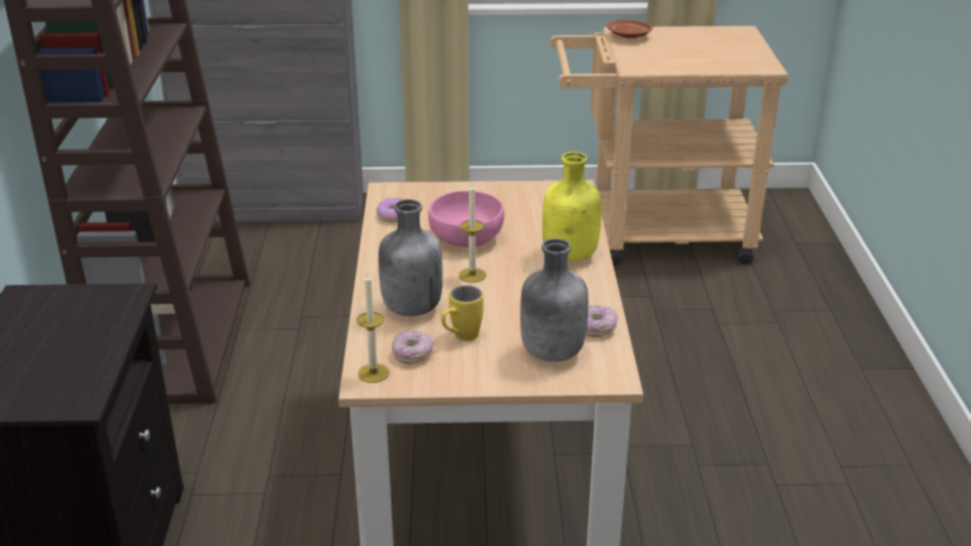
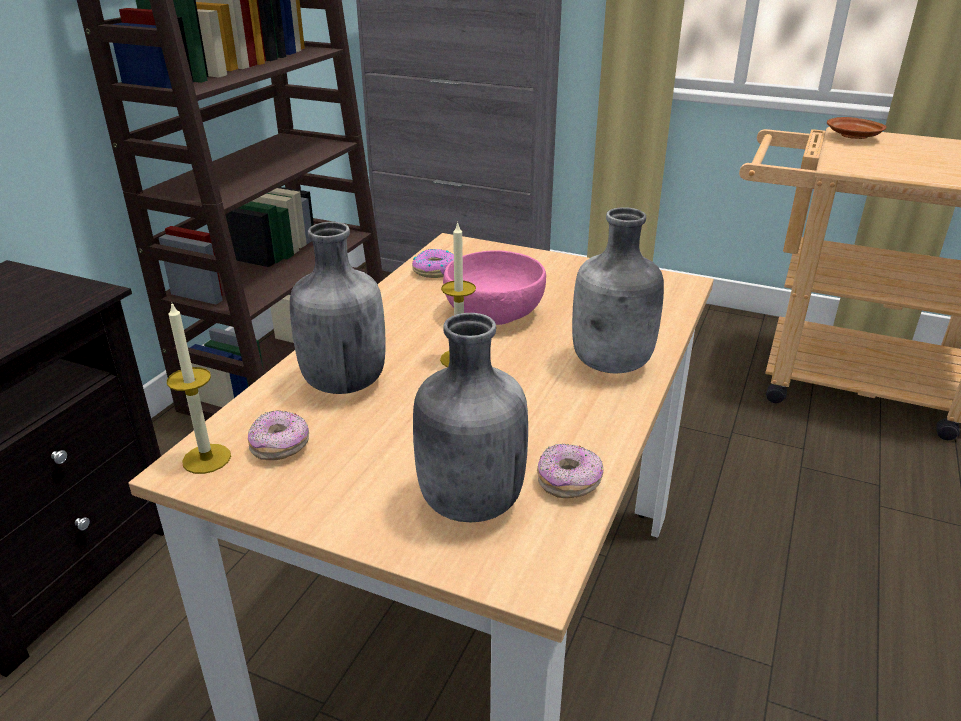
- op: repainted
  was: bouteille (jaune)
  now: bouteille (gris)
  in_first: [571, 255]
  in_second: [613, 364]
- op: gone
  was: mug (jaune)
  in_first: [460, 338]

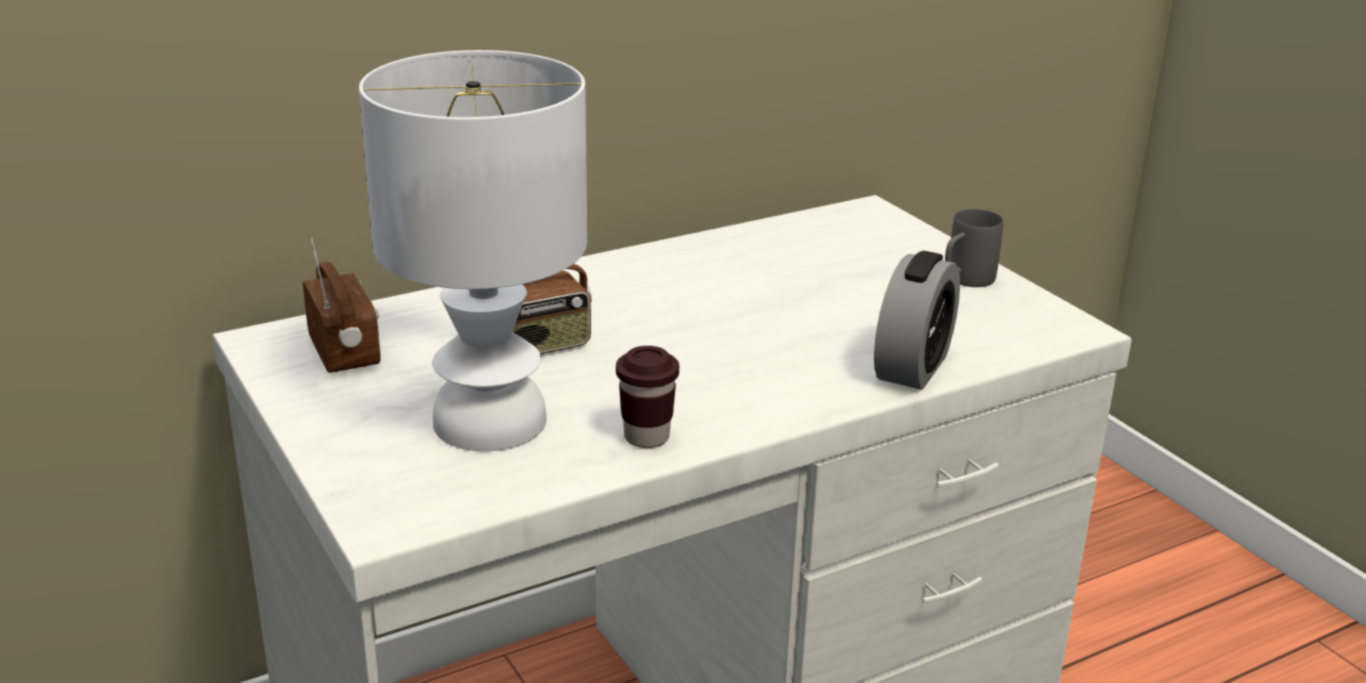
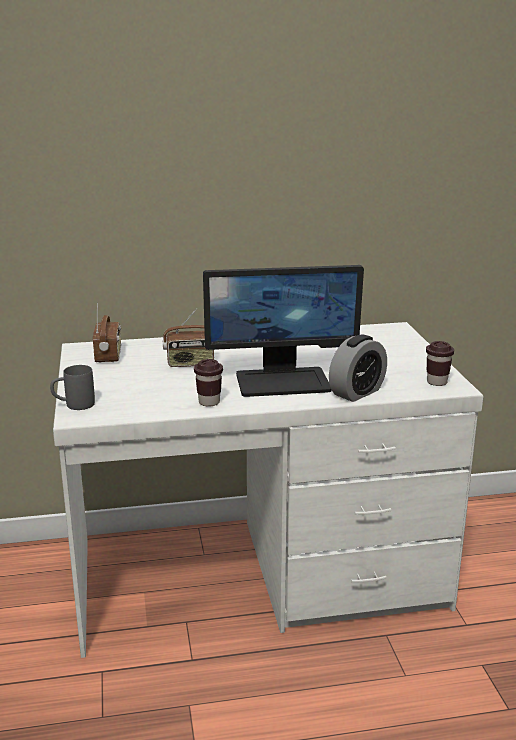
- op: shifted
  was: mug (gris)
  in_first: [964, 281]
  in_second: [73, 405]
- op: new
  now: écran d'ordinateur
  in_second: [283, 381]
- op: new
  now: tasse (marron)
  in_second: [437, 382]
- op: gone
  was: lampe de table (blanc)
  in_first: [491, 423]

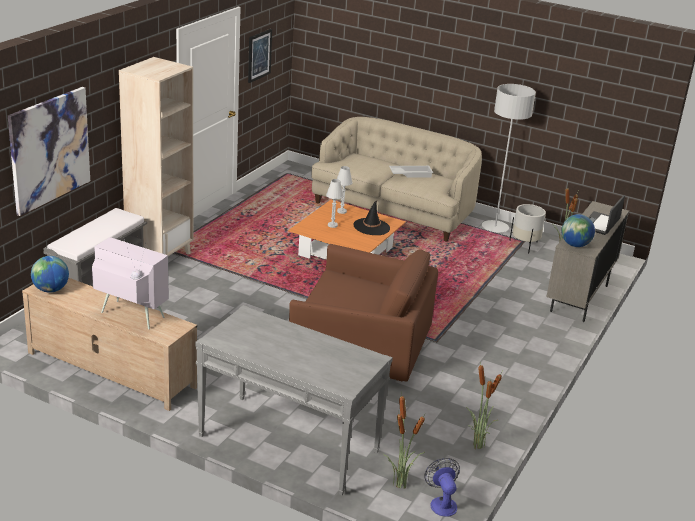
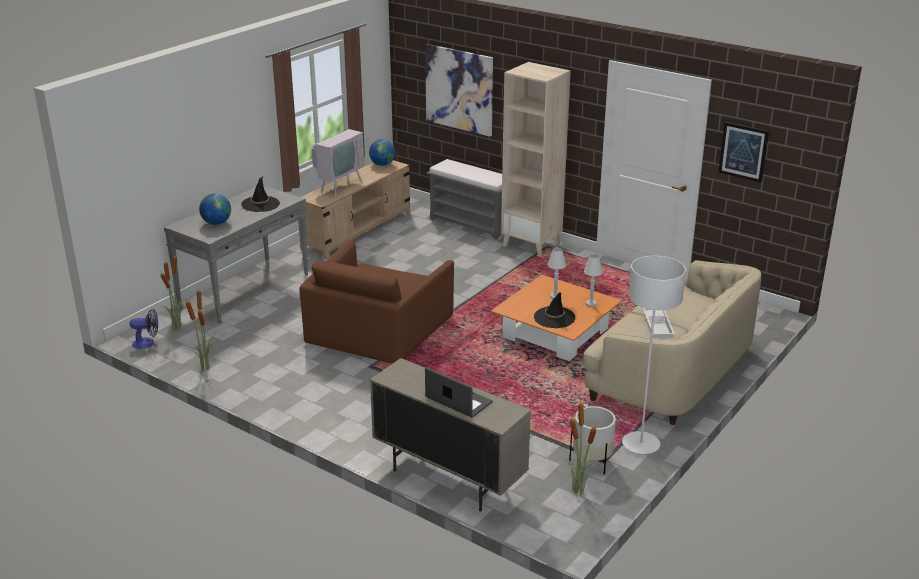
- op: shifted
  was: globe
  in_first: [575, 245]
  in_second: [216, 223]
- op: new
  now: chapeau (noir)
  in_second: [260, 204]

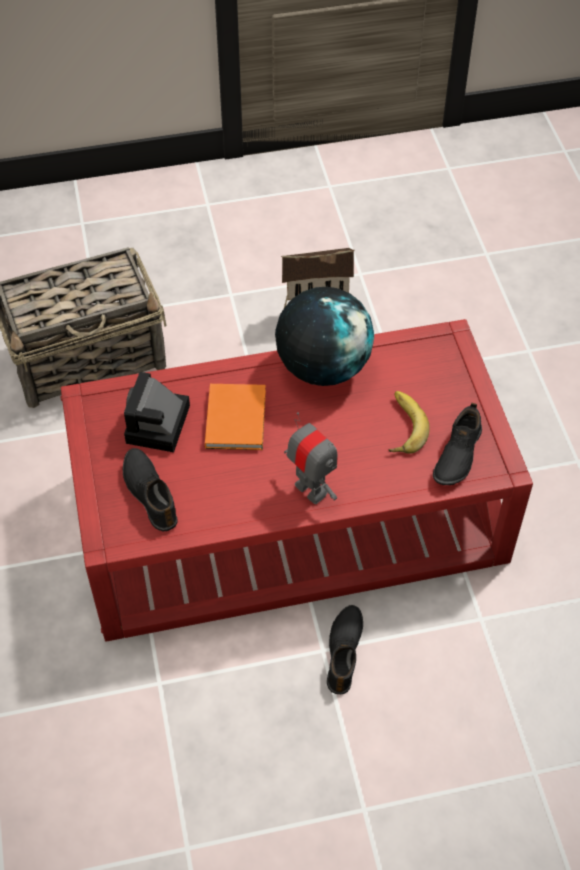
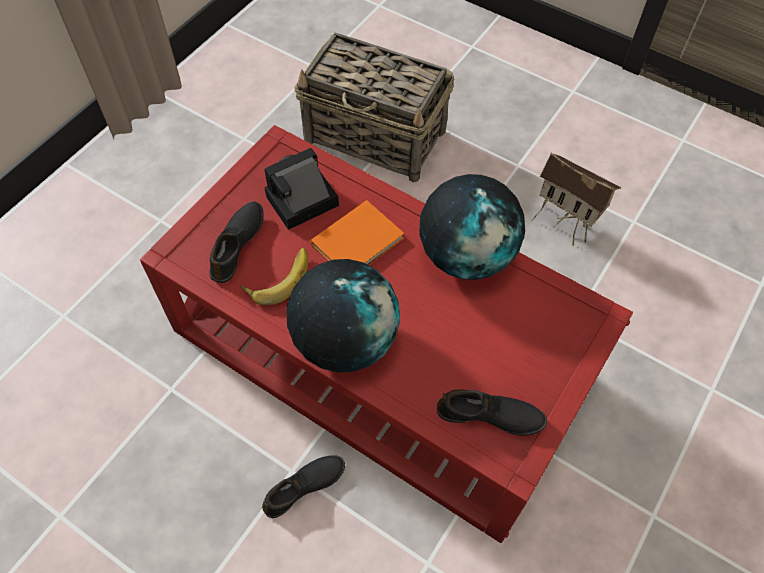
- op: shifted
  was: banane
  in_first: [401, 426]
  in_second: [278, 277]
- op: swapped
  was: robot jouet
  now: globe
  in_first: [311, 489]
  in_second: [344, 341]
- op: rotated
  was: chaussure (noir)
  in_first: [457, 454]
  in_second: [489, 416]
  clockwise: -150

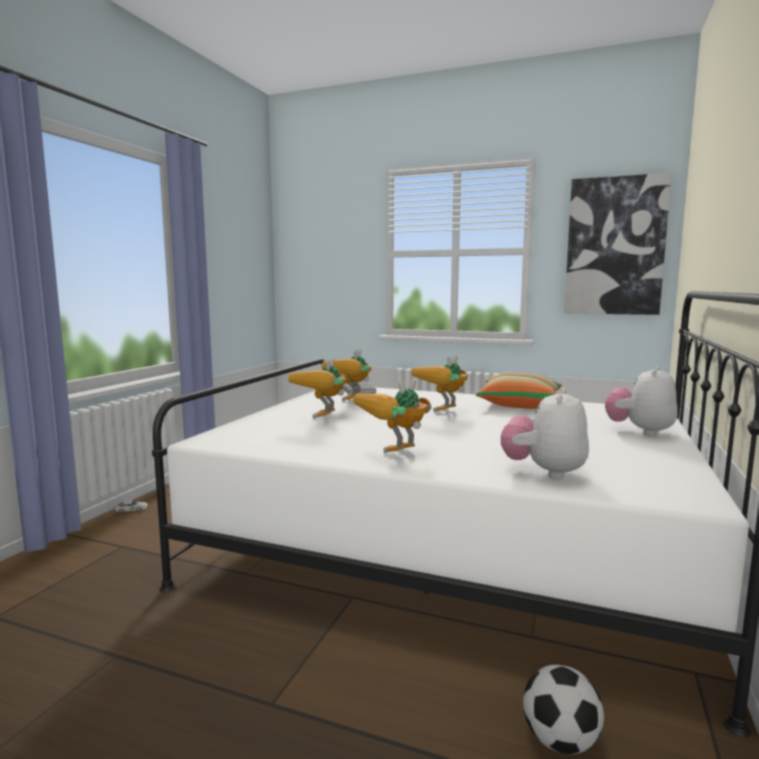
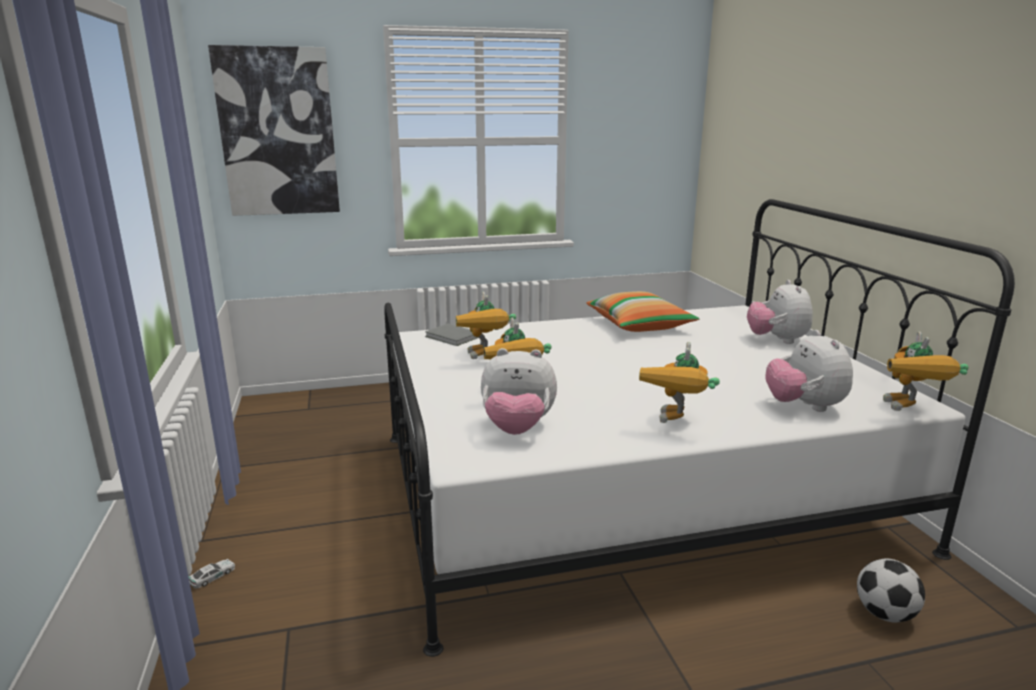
- op: shifted
  was: tableau
  in_first: [614, 246]
  in_second: [278, 132]
- op: new
  now: peluche
  in_second: [517, 429]
- op: shifted
  was: robot jouet
  in_first: [443, 413]
  in_second: [910, 410]

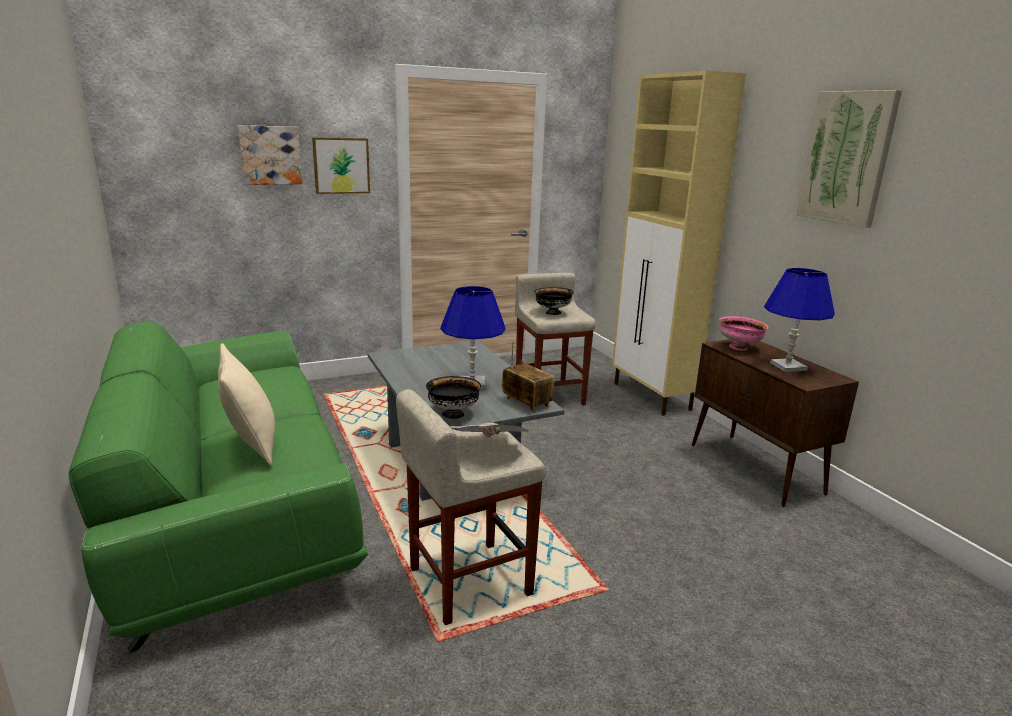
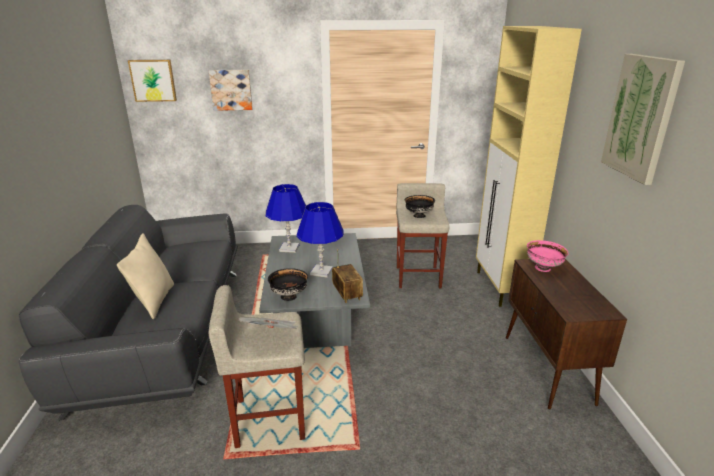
- op: repainted
  was: canapé (vert)
  now: canapé (gris)
  in_first: [232, 505]
  in_second: [164, 331]
- op: shifted
  was: tableau
  in_first: [341, 165]
  in_second: [153, 80]
- op: shifted
  was: lampe de table (bleu)
  in_first: [788, 366]
  in_second: [289, 248]

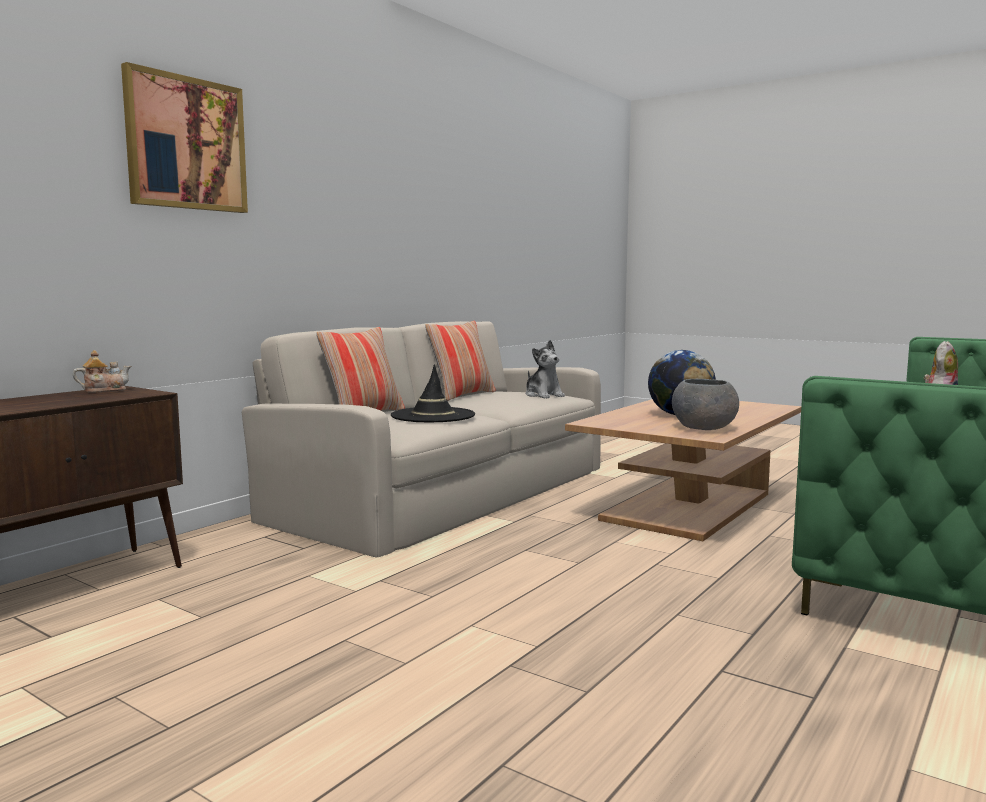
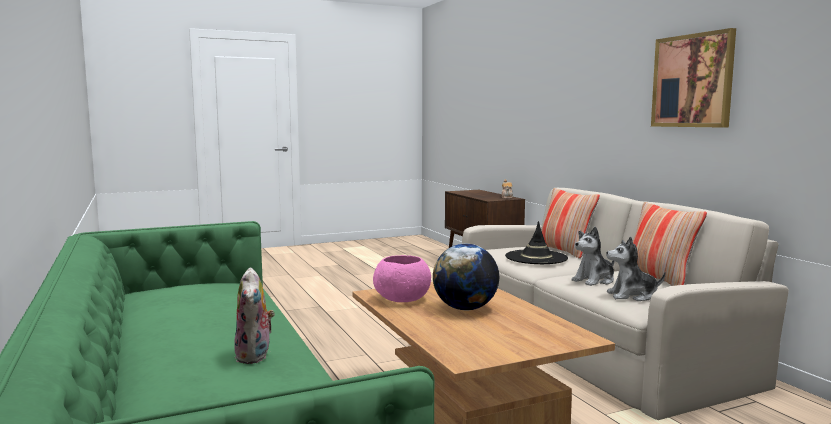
- op: repainted
  was: bol (gris)
  now: bol (rose)
  in_first: [704, 428]
  in_second: [401, 299]
- op: new
  now: peluche
  in_second: [594, 280]
- op: shifted
  was: tableau
  in_first: [186, 144]
  in_second: [692, 81]

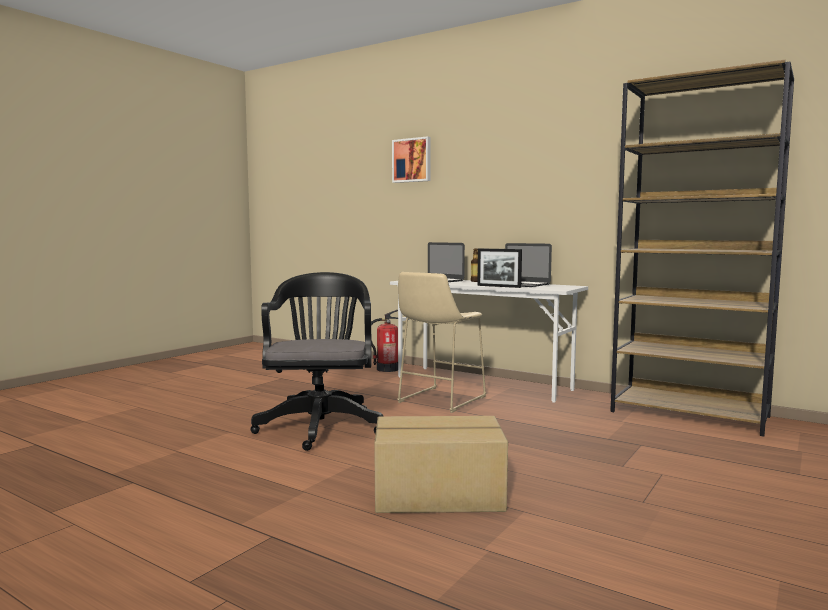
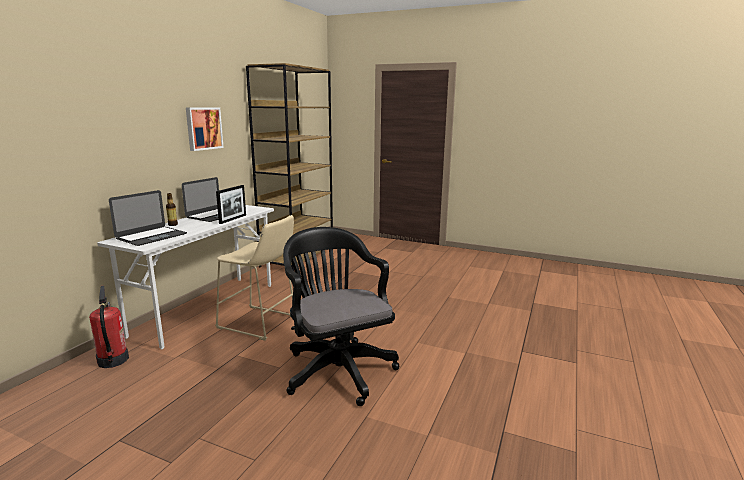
- op: shifted
  was: tableau
  in_first: [412, 160]
  in_second: [203, 128]
- op: rotated
  was: chaise de bureau (noir)
  in_first: [321, 425]
  in_second: [337, 368]
  clockwise: 75
- op: gone
  was: carton
  in_first: [439, 495]

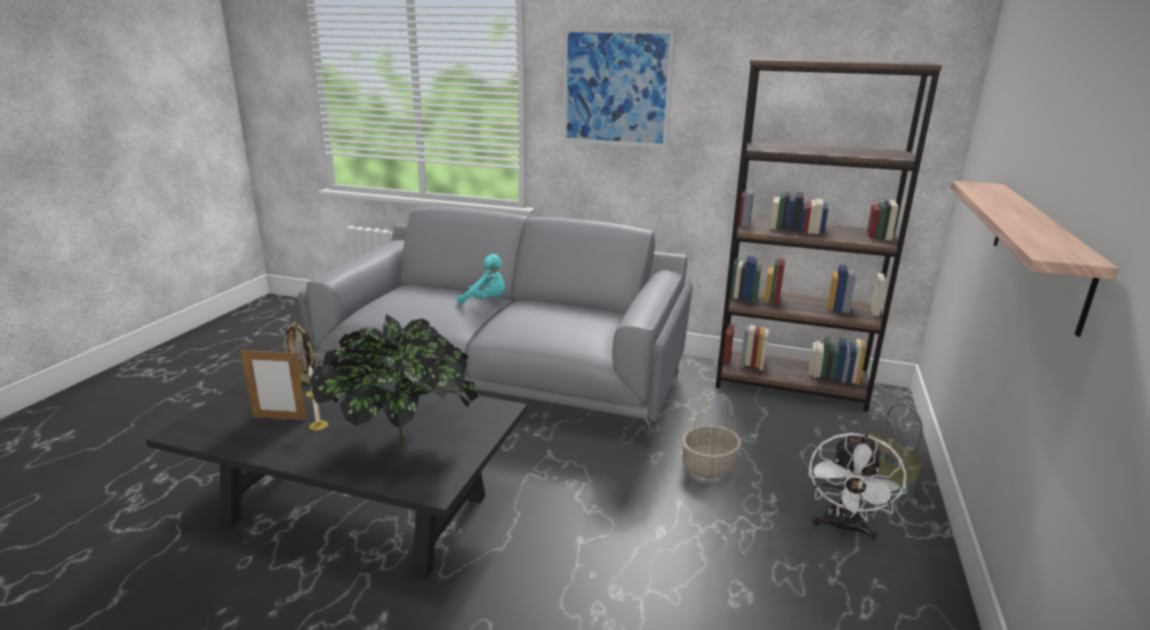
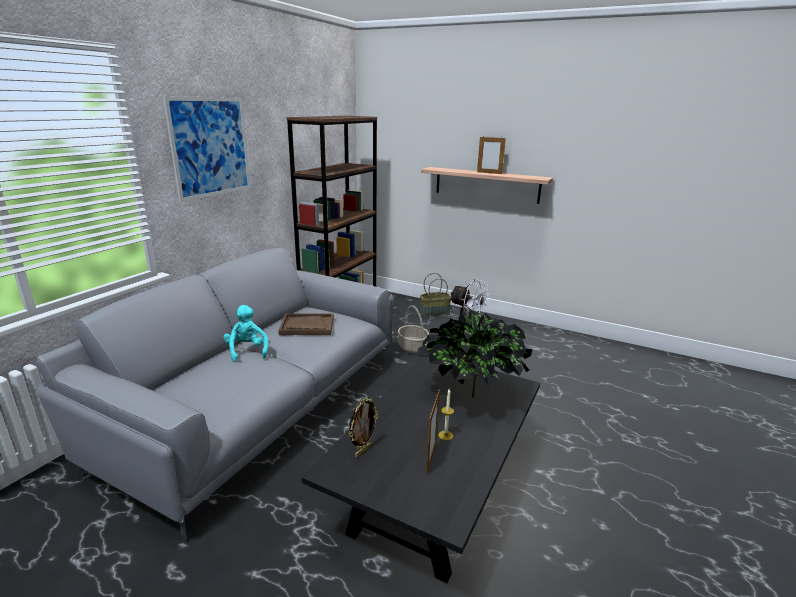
- op: rotated
  was: peluche (turquoise)
  in_first: [486, 301]
  in_second: [247, 351]
  clockwise: -45
- op: new
  now: plateau (marron)
  in_second: [307, 326]
- op: new
  now: cadre photo
  in_second: [489, 173]

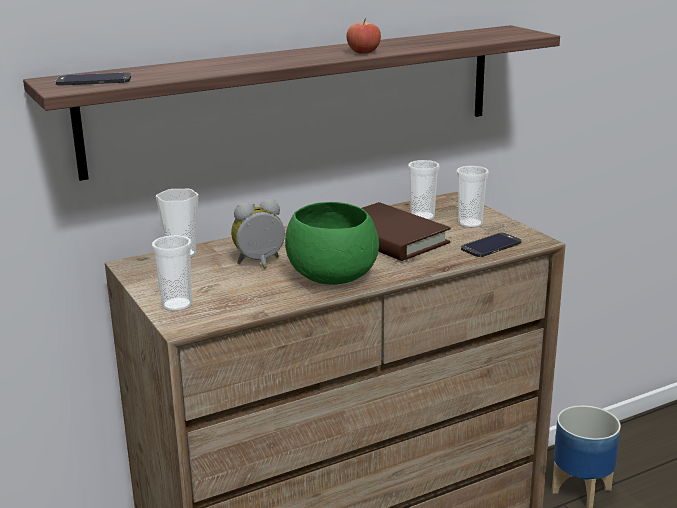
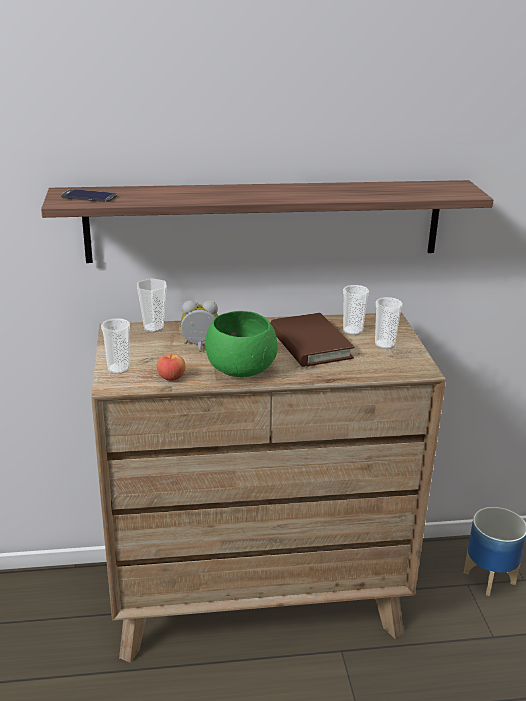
- op: shifted
  was: pomme
  in_first: [363, 52]
  in_second: [171, 377]
- op: gone
  was: téléphone
  in_first: [491, 246]

